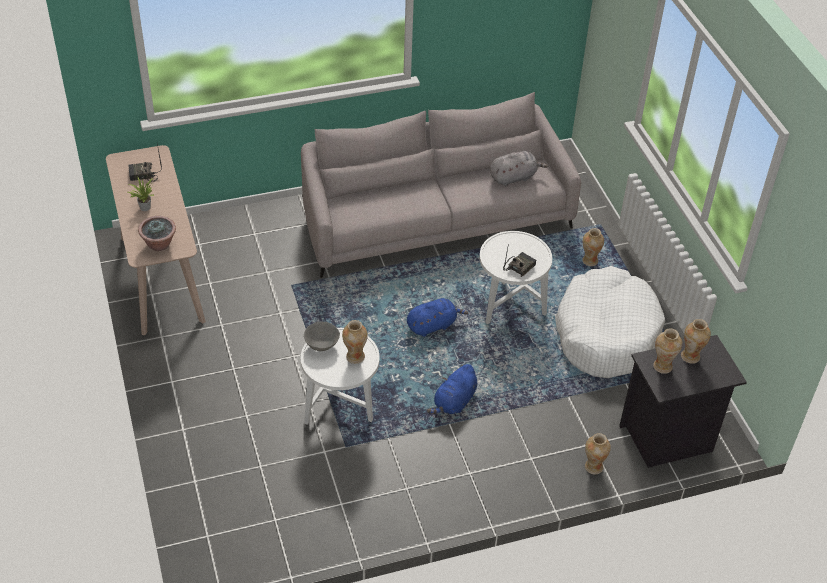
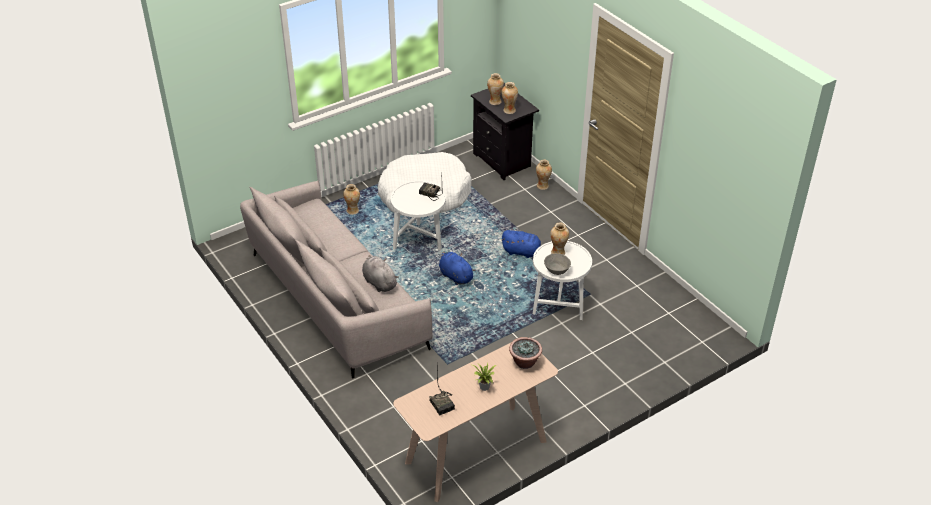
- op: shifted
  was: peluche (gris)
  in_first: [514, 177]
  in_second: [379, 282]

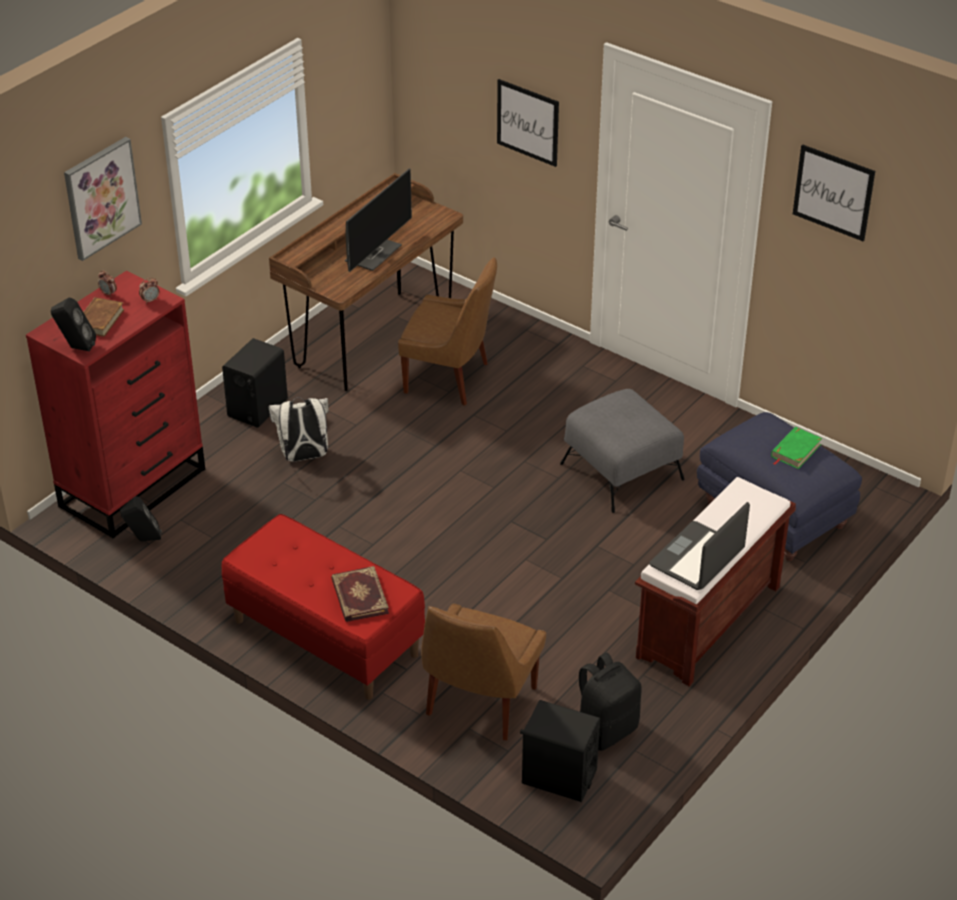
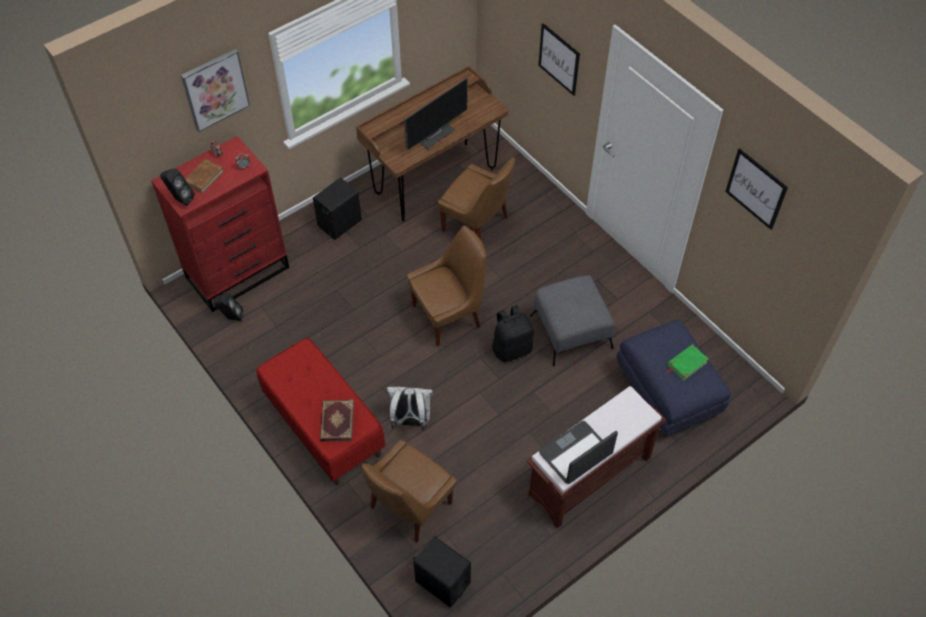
- op: shifted
  was: sac à dos (blanc)
  in_first: [304, 457]
  in_second: [410, 421]
- op: new
  now: chaise (marron)
  in_second: [449, 315]
- op: shifted
  was: sac à dos (noir)
  in_first: [605, 730]
  in_second: [512, 348]

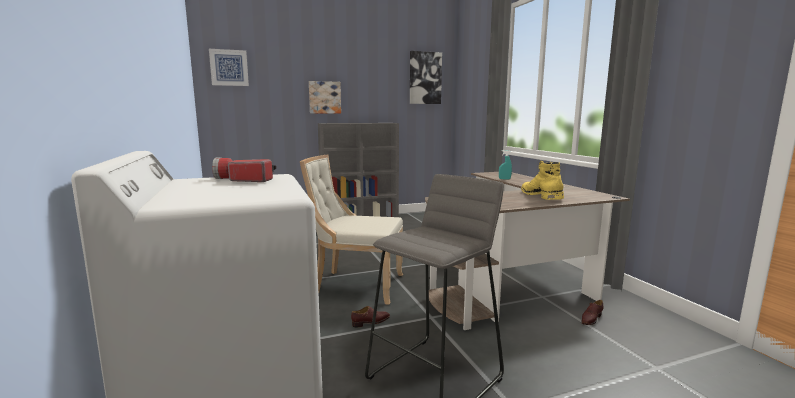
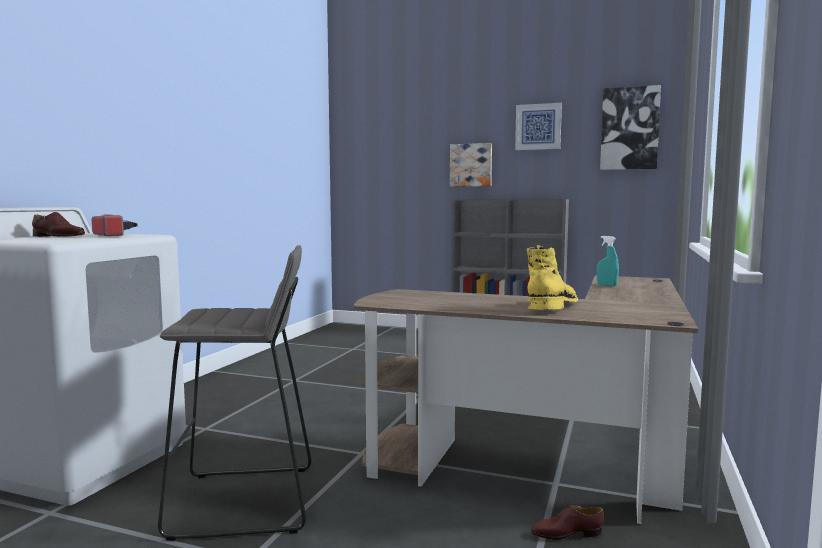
- op: shifted
  was: chaussure (marron)
  in_first: [371, 322]
  in_second: [58, 236]
- op: shifted
  was: tableau
  in_first: [229, 67]
  in_second: [538, 127]
- op: gone
  was: chaise (beige)
  in_first: [355, 285]

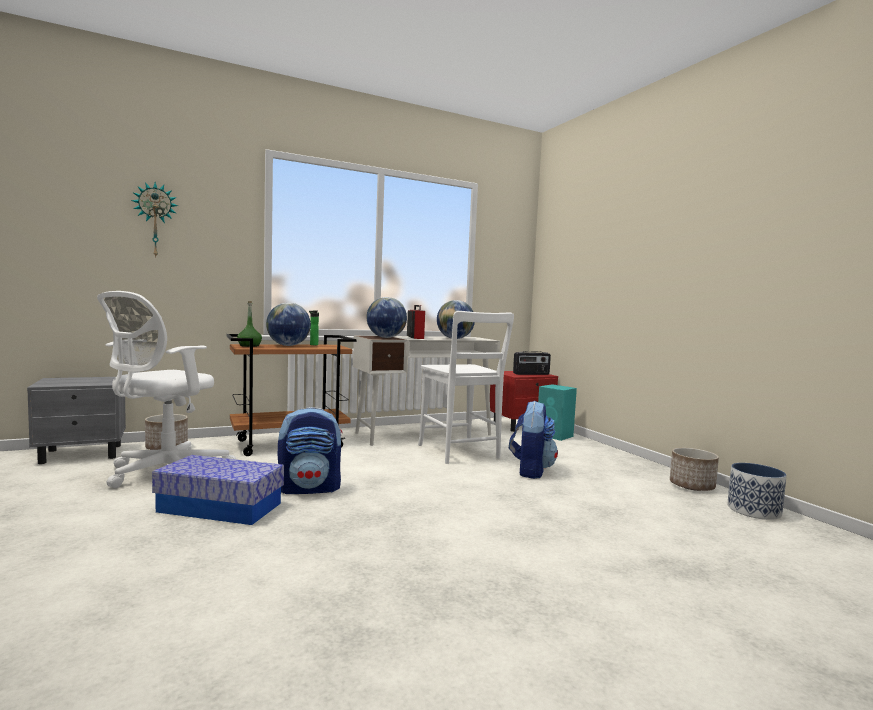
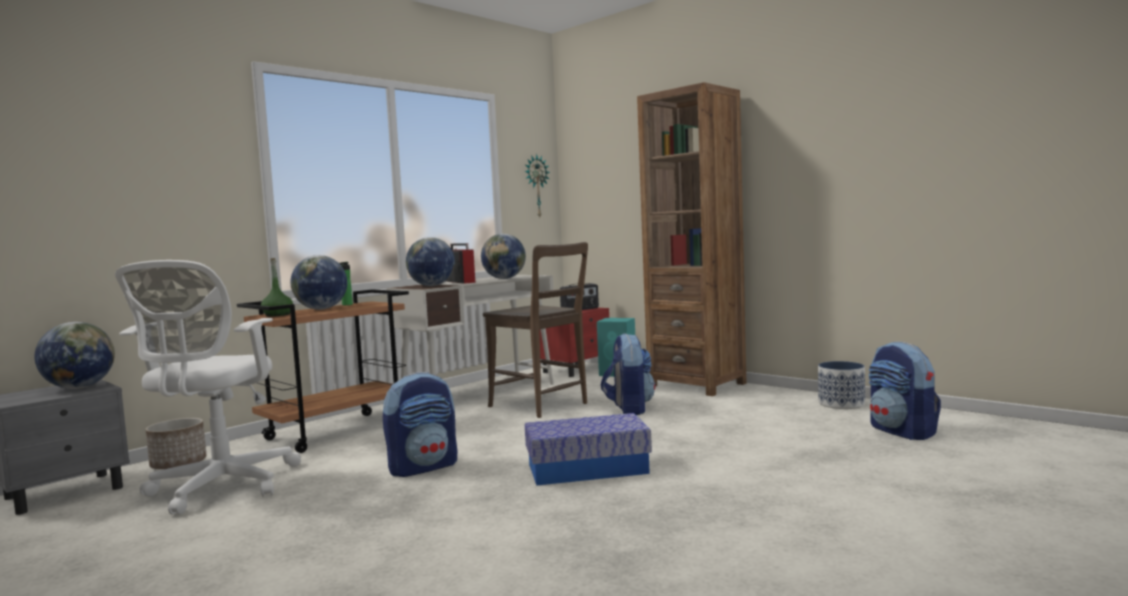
- op: new
  now: globe
  in_second: [79, 387]
- op: repainted
  was: chaise (blanc)
  now: chaise (marron)
  in_first: [460, 453]
  in_second: [541, 406]
- op: shifted
  was: horloge murale
  in_first: [155, 220]
  in_second: [536, 186]
- op: shifted
  was: boîte de rangement
  in_first: [220, 507]
  in_second: [587, 469]
- op: new
  now: bibliothèque (marron)
  in_second: [697, 385]
- op: new
  now: sac à dos
  in_second: [902, 432]
- op: gone
  was: cache-pot
  in_first: [692, 486]

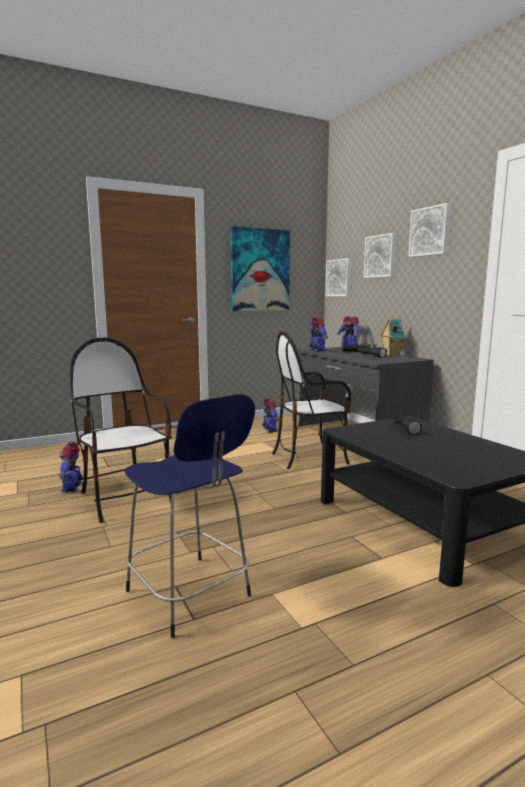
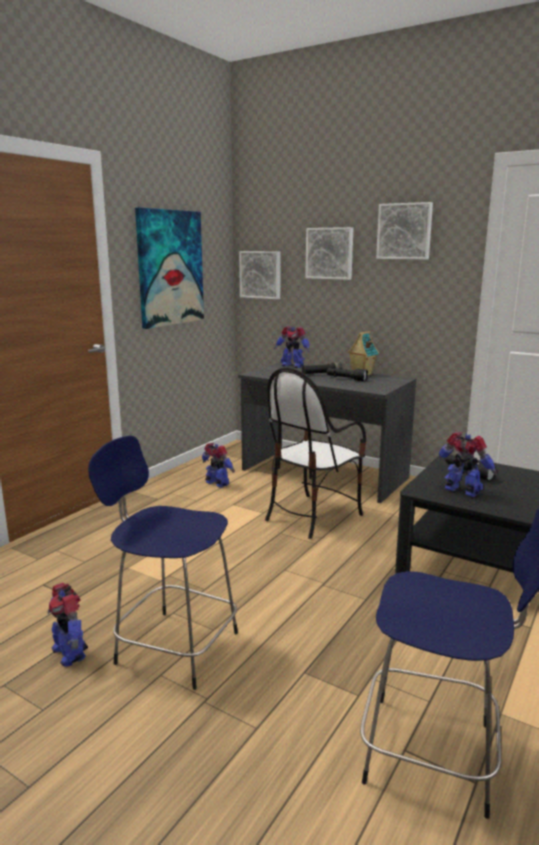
- op: swapped
  was: chaise
  now: tabouret (bleu)
  in_first: [124, 499]
  in_second: [173, 646]
- op: shifted
  was: robot jouet
  in_first: [317, 351]
  in_second: [462, 491]

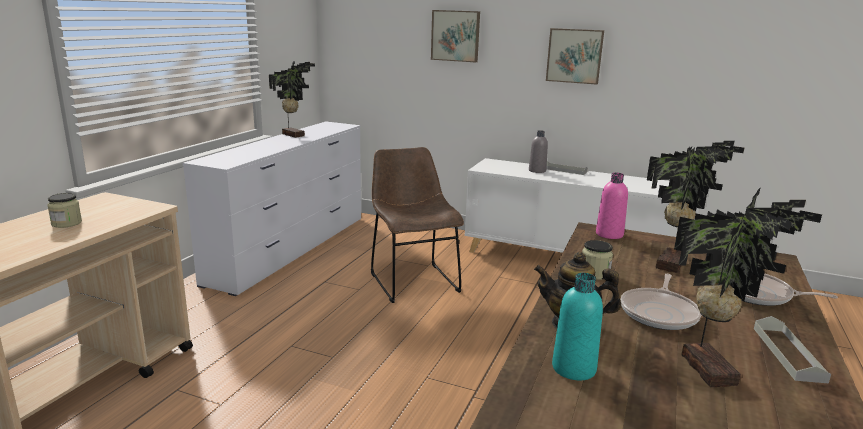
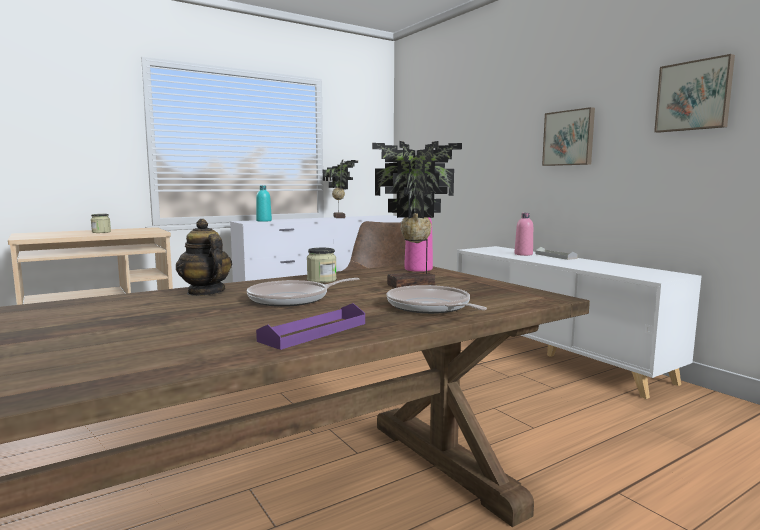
- op: shifted
  was: bouteille (turquoise)
  in_first: [573, 368]
  in_second: [264, 221]
- op: repainted
  was: plateau (gris)
  now: plateau (violet)
  in_first: [788, 354]
  in_second: [314, 332]
- op: repainted
  was: bouteille (gris)
  now: bouteille (rose)
  in_first: [537, 171]
  in_second: [523, 254]
- op: shifted
  was: tableau
  in_first: [455, 36]
  in_second: [694, 96]
- op: gone
  was: plante en pot
  in_first: [711, 369]

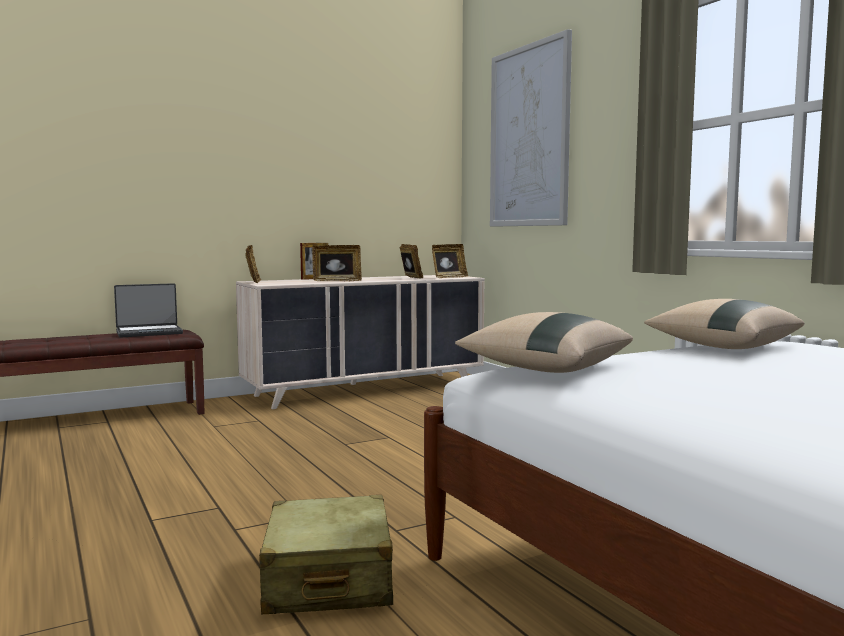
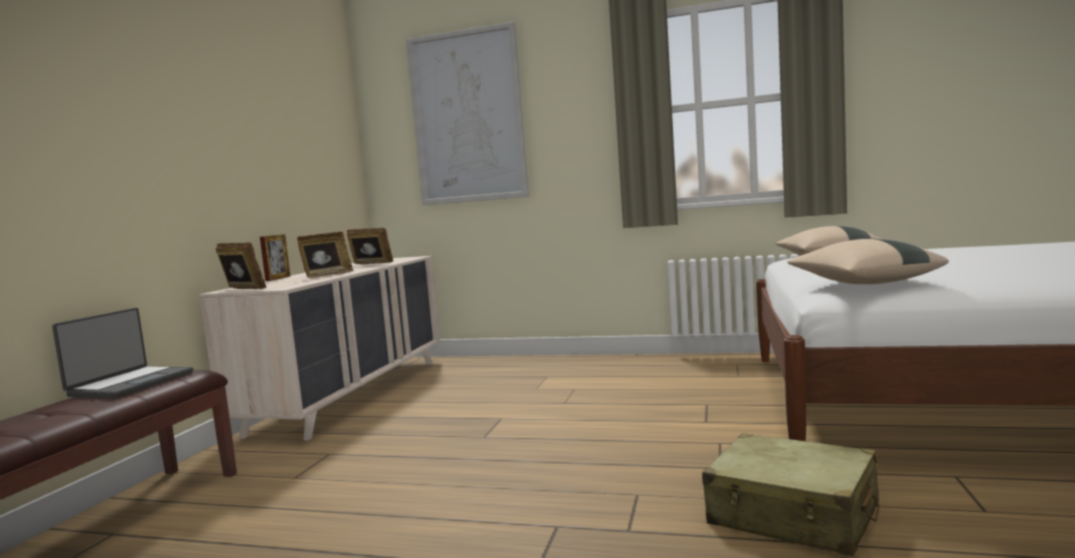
- op: gone
  was: cadre photo
  in_first: [449, 277]

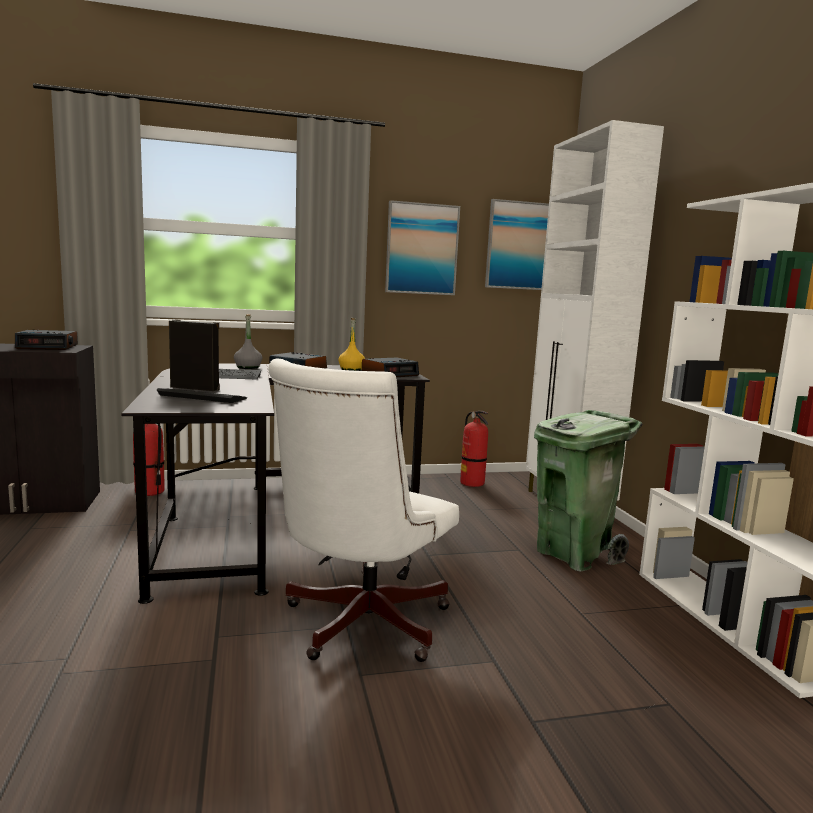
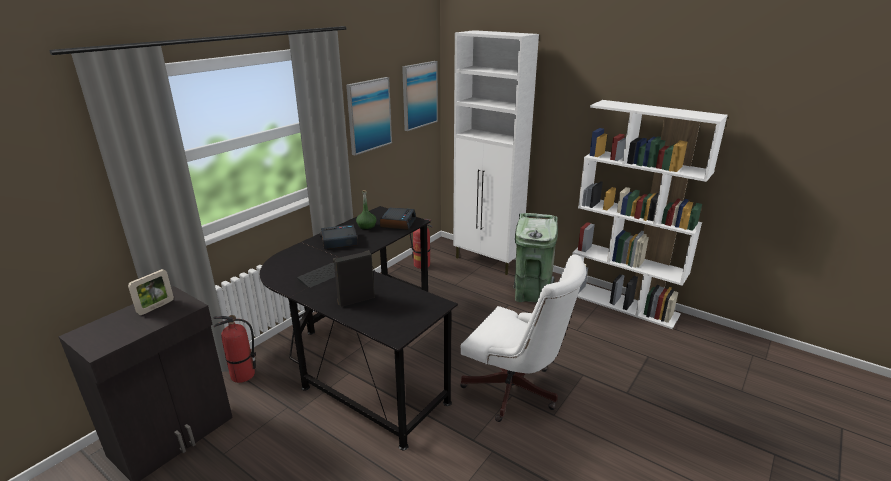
- op: swapped
  was: réveil
  now: cadre photo
  in_first: [48, 347]
  in_second: [156, 307]
- op: repainted
  was: bouteille (jaune)
  now: bouteille (vert)
  in_first: [351, 369]
  in_second: [366, 226]
- op: rotated
  was: chaise de bureau (blanc)
  in_first: [358, 625]
  in_second: [516, 392]
  clockwise: -45
- op: gone
  was: clavier
  in_first: [202, 397]
- op: gone
  was: bouteille (gris)
  in_first: [248, 367]

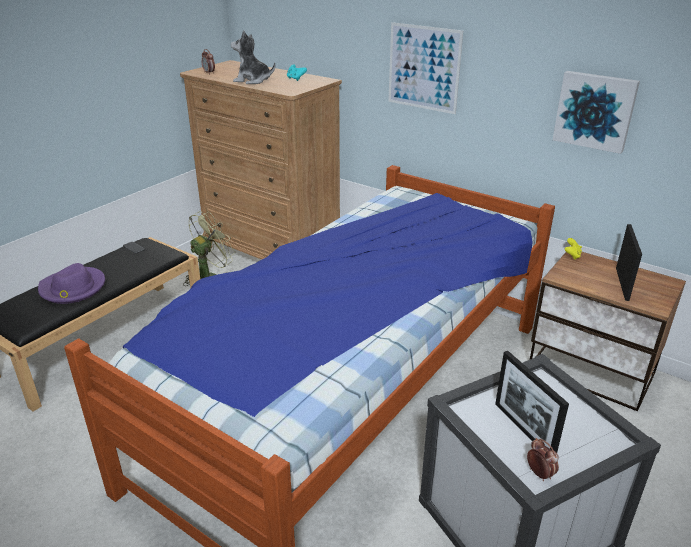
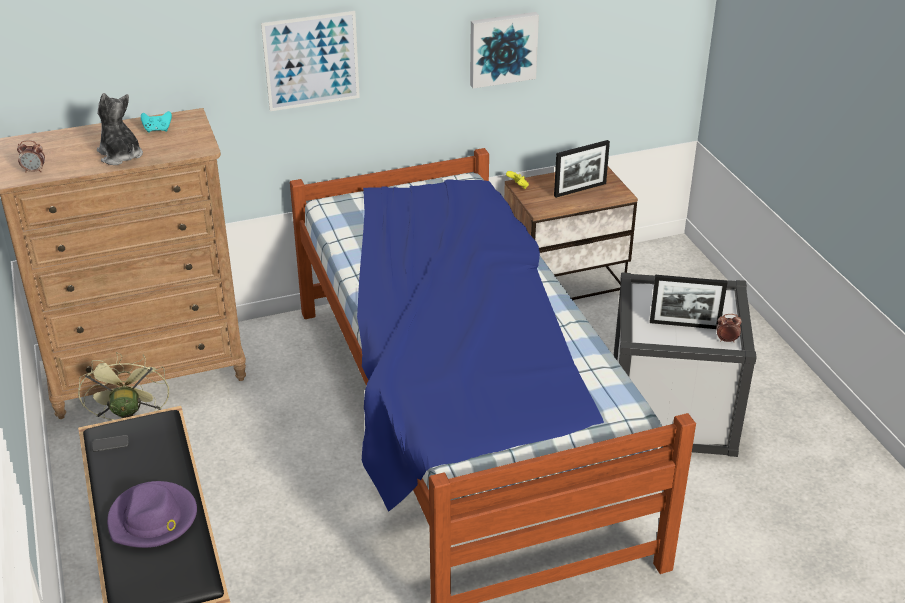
- op: rotated
  was: peluche
  in_first: [252, 81]
  in_second: [120, 155]
  clockwise: 90
- op: rotated
  was: cadre photo
  in_first: [622, 284]
  in_second: [580, 190]
  clockwise: 105

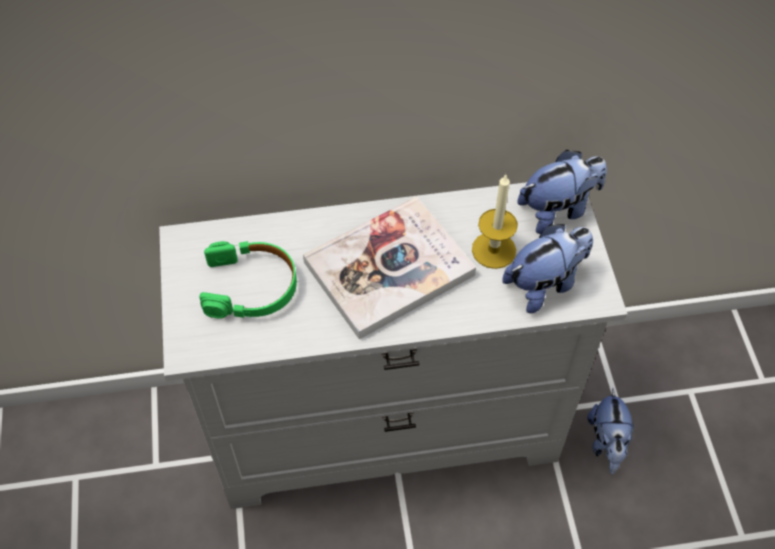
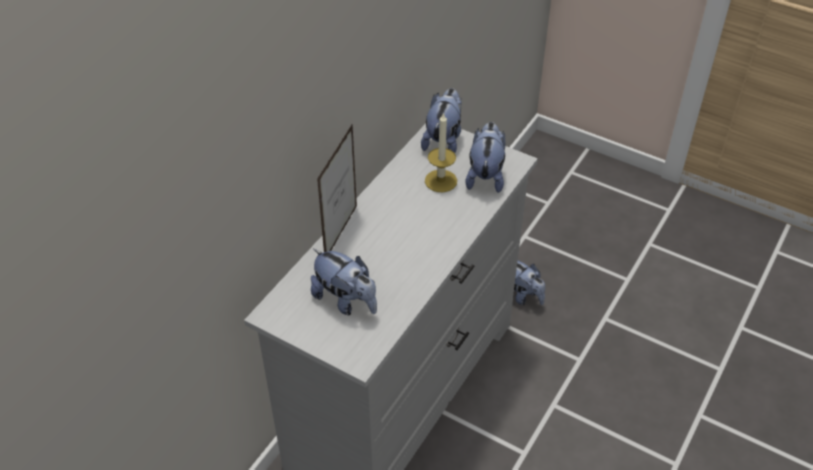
- op: swapped
  was: casque audio (vert)
  now: peluche
  in_first: [251, 287]
  in_second: [346, 301]
- op: new
  now: cadre photo
  in_second: [341, 233]
- op: gone
  was: livre
  in_first: [389, 269]

